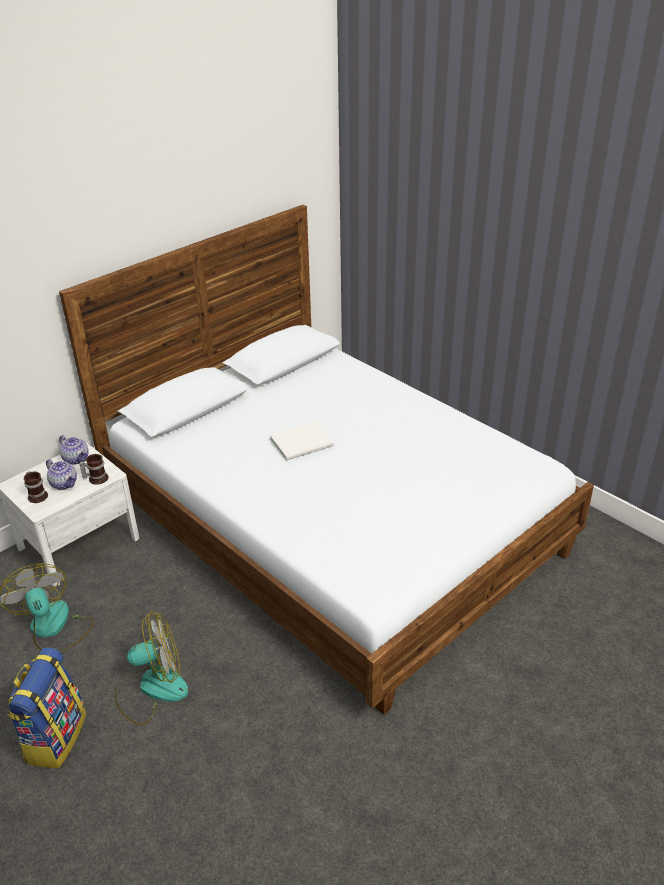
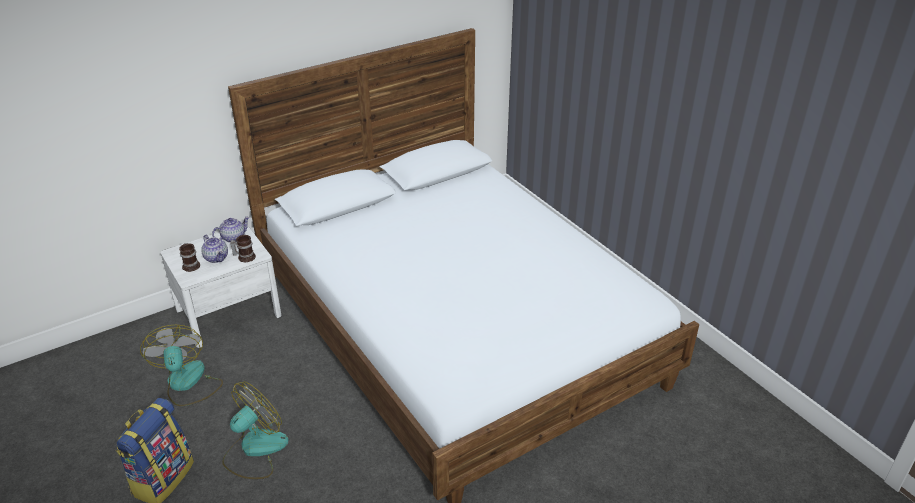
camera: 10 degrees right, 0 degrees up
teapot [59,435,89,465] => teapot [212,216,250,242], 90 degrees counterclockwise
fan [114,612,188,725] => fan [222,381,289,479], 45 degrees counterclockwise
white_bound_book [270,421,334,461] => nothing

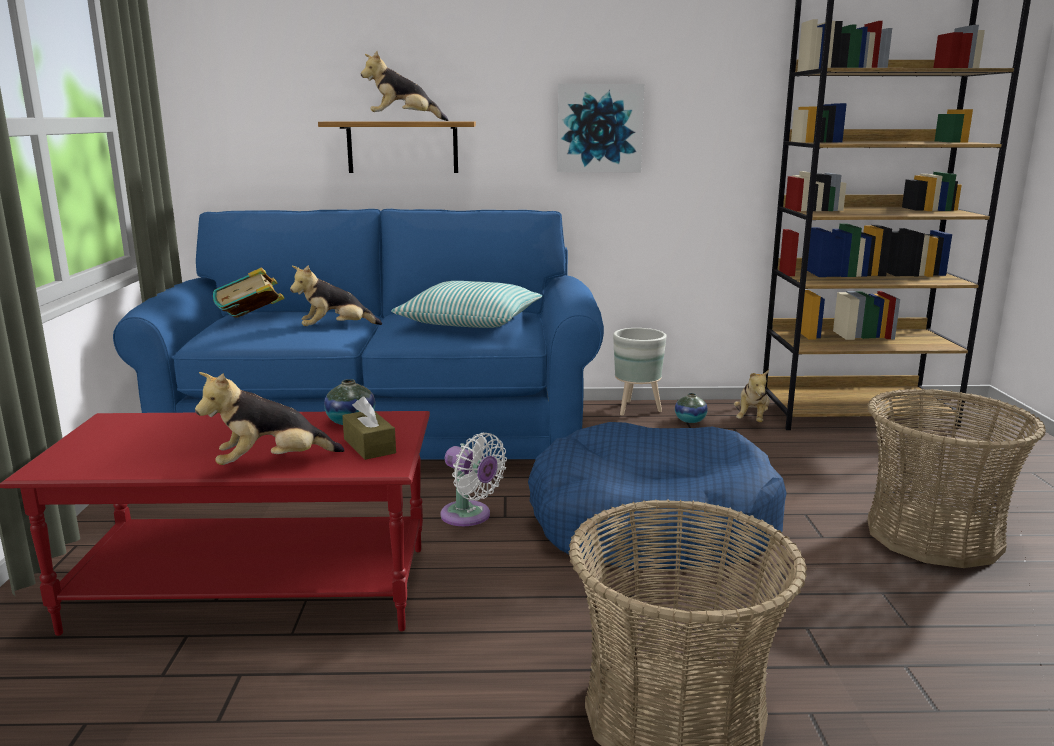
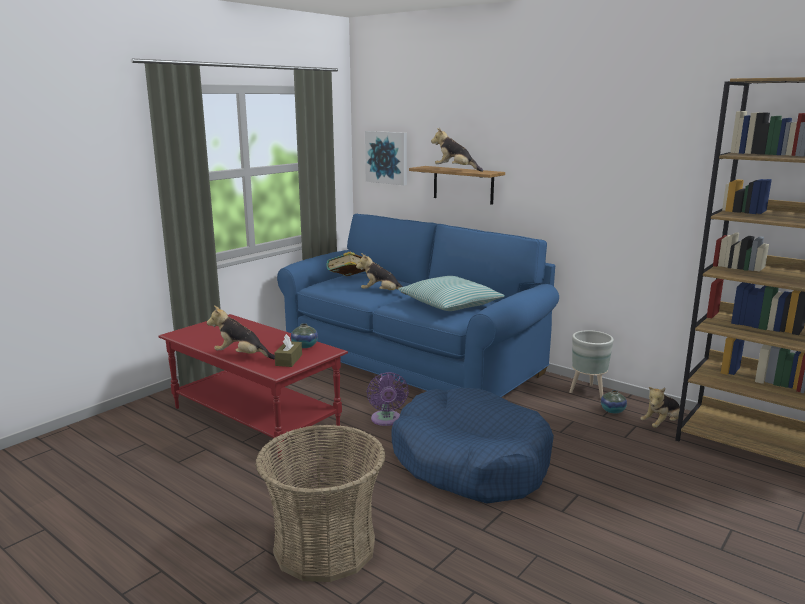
camera: 40 degrees right, 0 degrees up
wall_picture [557,84,644,172] => wall_picture [365,131,407,185], move
white_fan [440,432,507,526] => purplish_fan [367,372,409,426]
basket [867,388,1046,568] => nothing

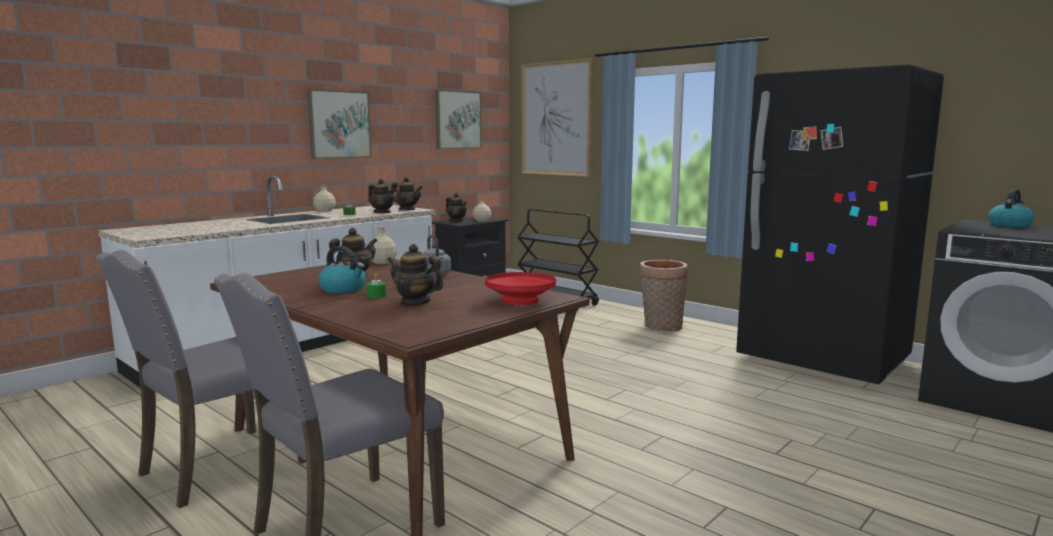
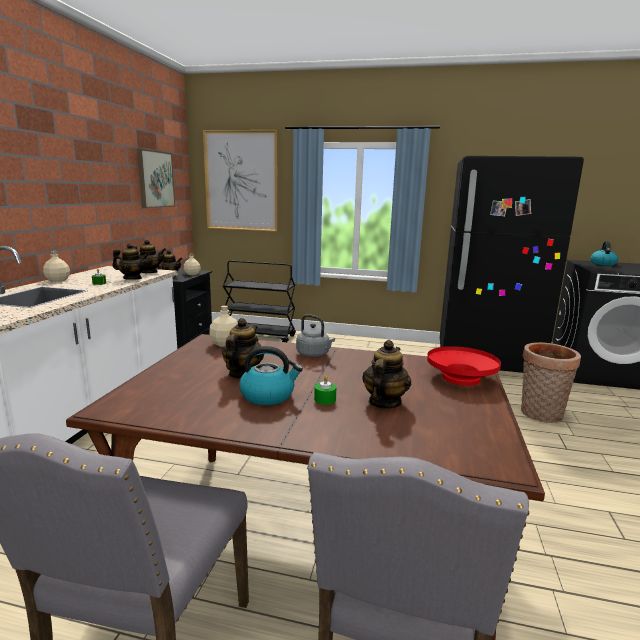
camera: 30 degrees left, 5 degrees up
teapot [387,244,444,306] => teapot [362,340,411,409], 120 degrees clockwise
basket [639,260,688,332] => basket [521,342,581,423], move
wall_picture [307,89,372,159] => nothing

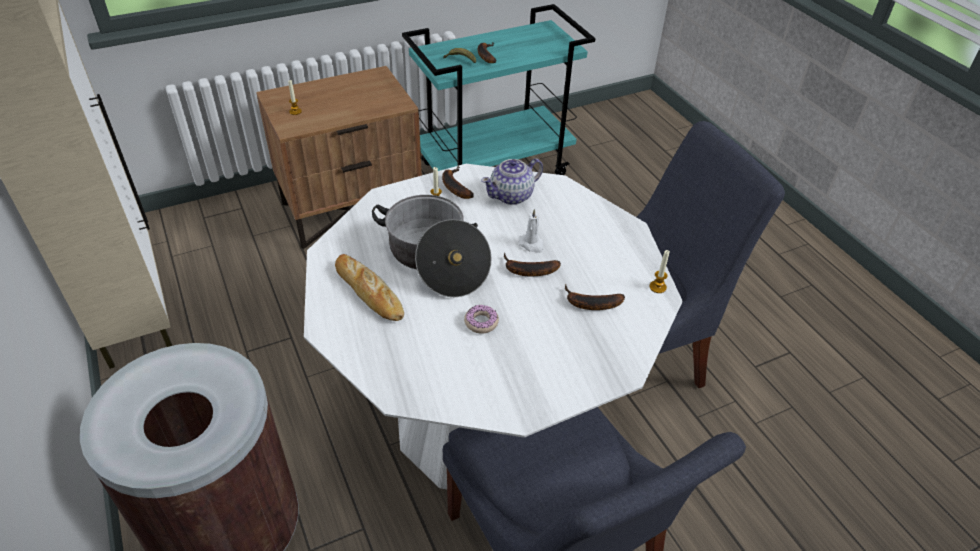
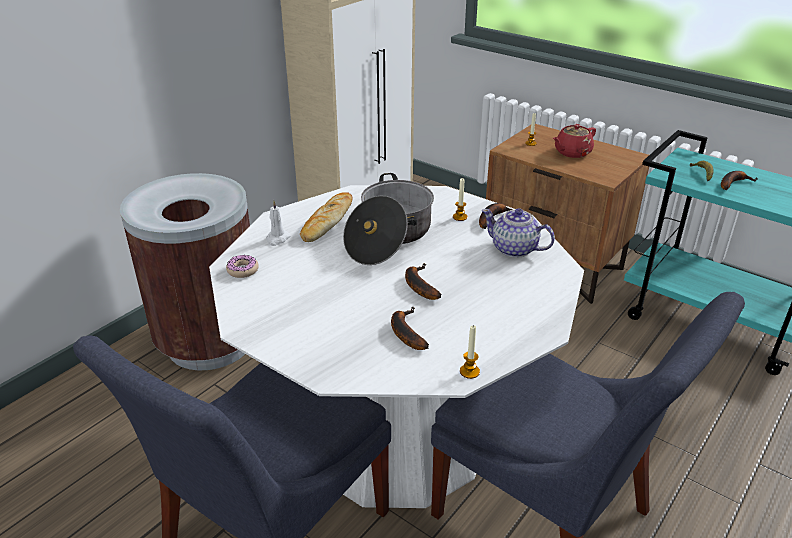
camera: 65 degrees right, 10 degrees down
doughnut [464,305,499,334] => doughnut [226,255,259,278], move
white_candle [519,209,544,253] => white_candle [266,200,290,246], move
nothing => reddish_teapot [553,124,596,158]

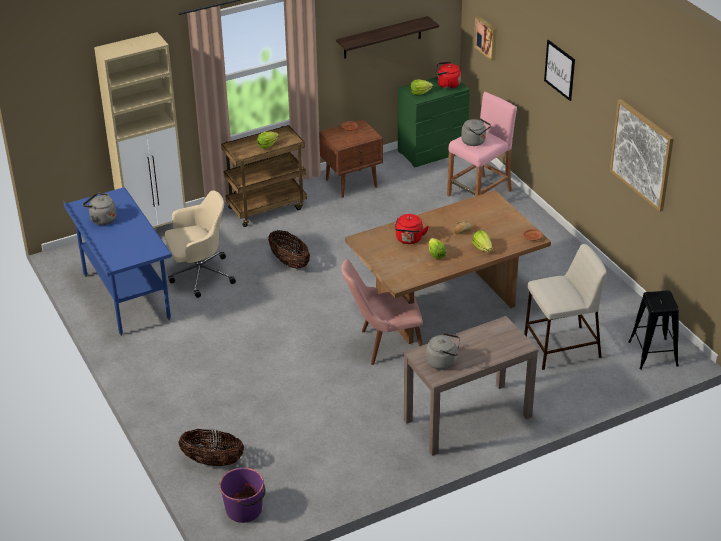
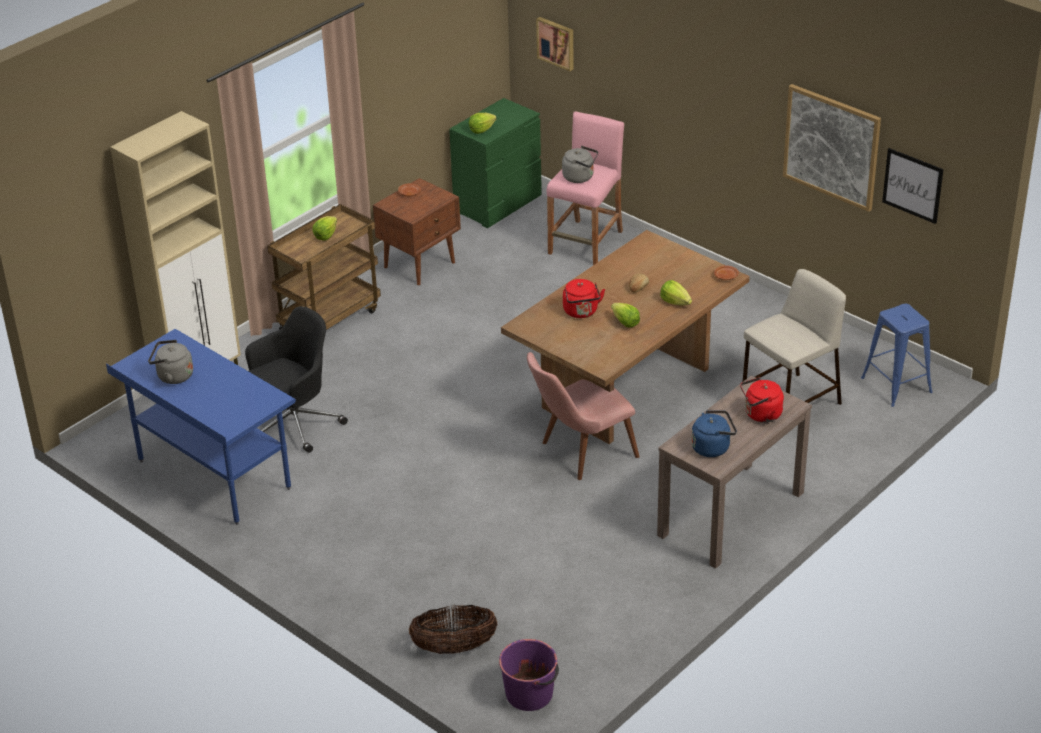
camera: 20 degrees left, 0 degrees up
sand-coloured_computer_chair [165,190,236,298] => black_computer_chair [245,306,348,453]
grey_water_kettle [426,333,460,370] => bluish_water_kettle [691,410,737,457]
reddish_water_kettle [436,61,461,89] => reddish_water_kettle [740,377,784,423], move
black_stool_seat [628,290,679,370] => bluish_stool_seat [861,304,932,407]
wall_picture [544,40,575,101] => wall_picture [882,148,944,224], move
basket [268,230,310,269] => nothing
wall_shelf [336,16,439,59] => nothing

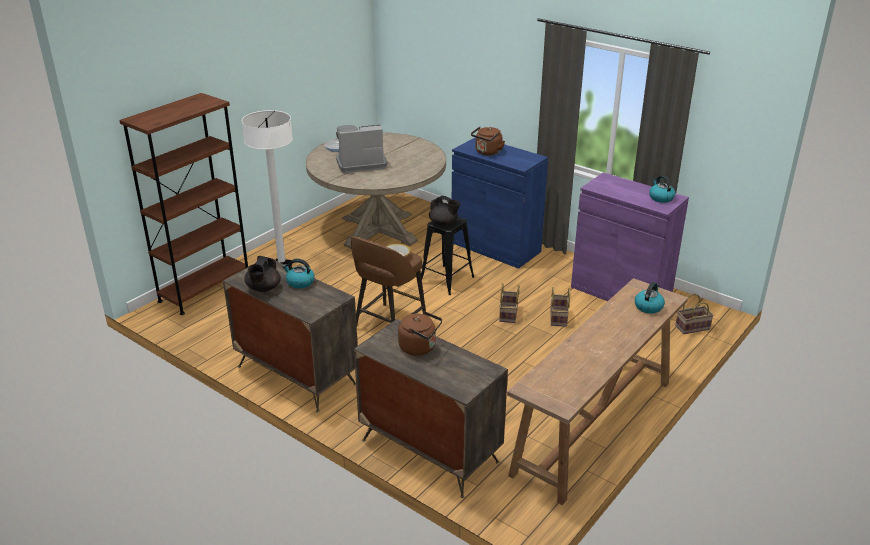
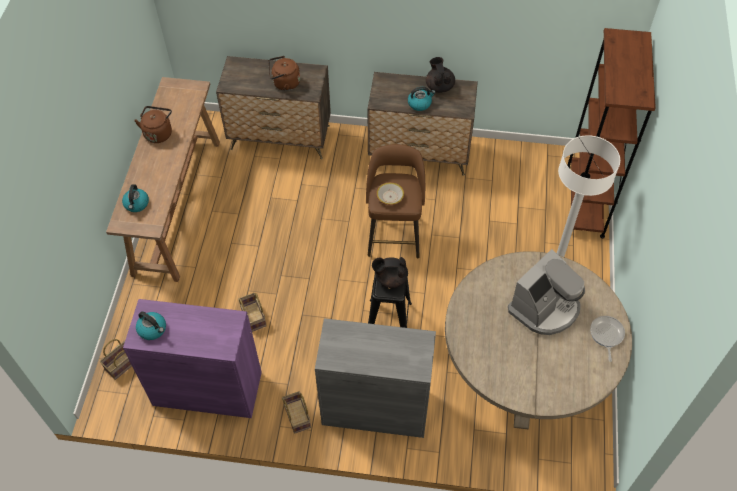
camera: 150 degrees right, 25 degrees up
brown_water_kettle [471,126,505,156] => brown_water_kettle [134,106,172,143], move
basket [499,283,519,323] => basket [282,391,311,434], move
bluish_storage_cabinet [452,137,548,269] => grey_storage_cabinet [315,318,436,438]

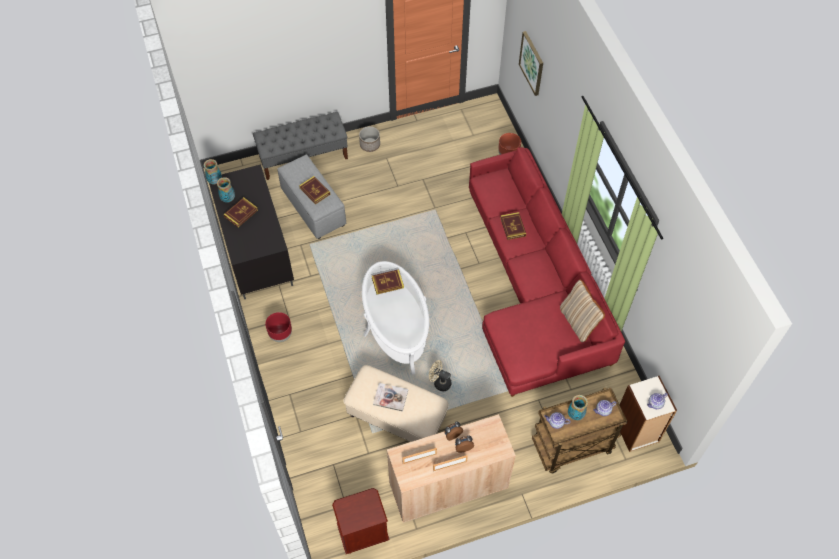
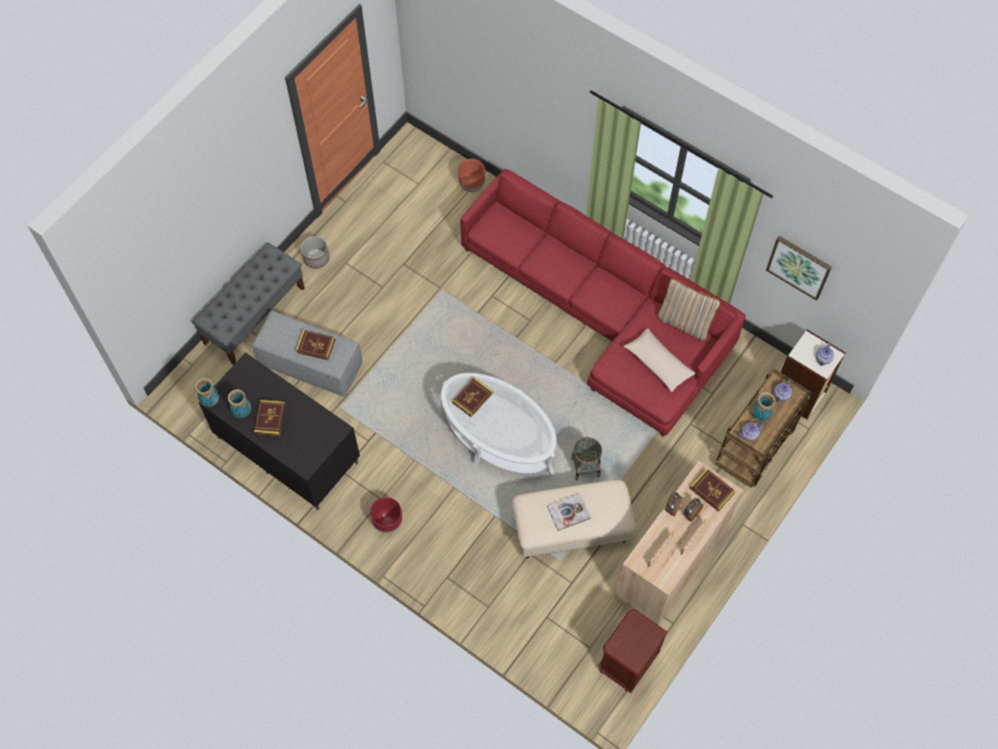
camera: 35 degrees left, 5 degrees up
sand-coloured_fan [429,360,451,391] => basket [571,437,602,481]
nothing => sand-coloured_pillow [624,328,696,392]
bound_book [500,212,526,240] => bound_book [690,468,735,512], move
wall_picture [519,31,543,96] => wall_picture [766,236,832,301], move

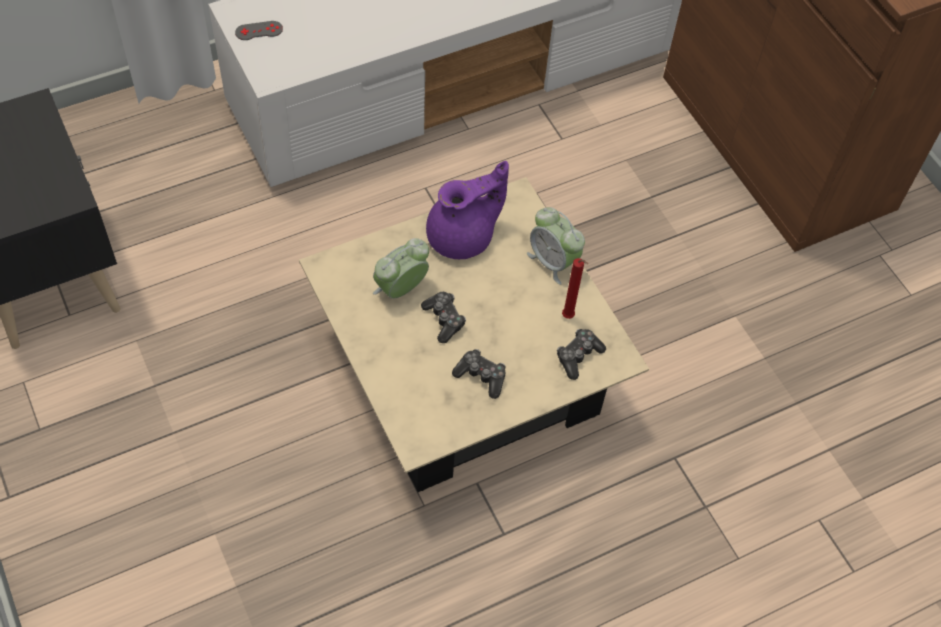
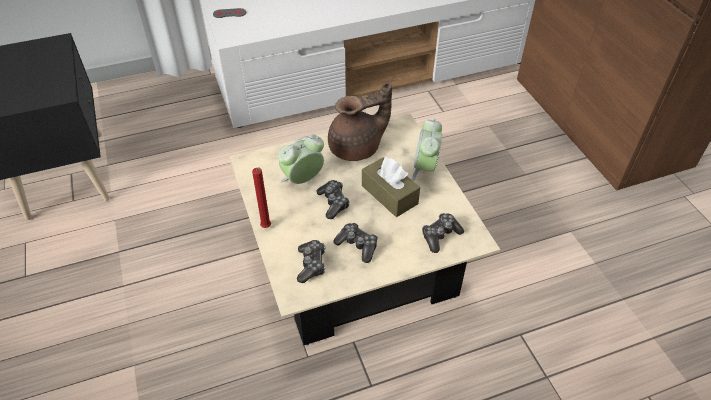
camera: 10 degrees right, 10 degrees down
reddish_candle [562,258,588,319] => reddish_candle [252,167,271,228], move
nothing => game_controller [297,240,326,283]
purplish_teapot [426,161,509,259] => brown_teapot [328,81,392,161]
nothing => brown_box_of_tissues [362,157,420,217]
table_clock [527,207,585,285] => table_clock [412,119,442,181], 45 degrees clockwise

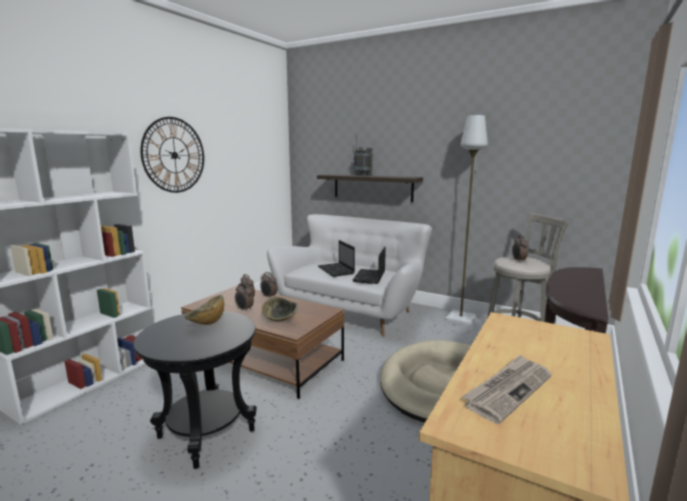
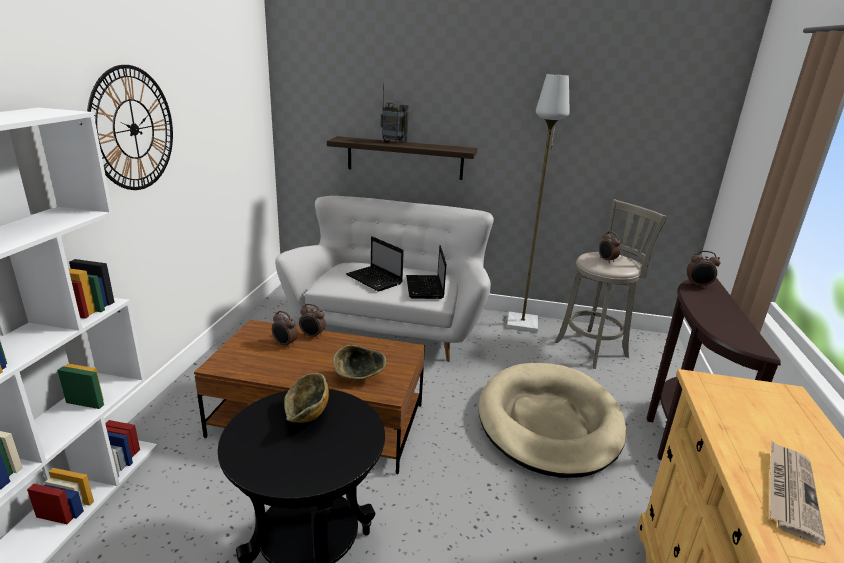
camera: 20 degrees left, 10 degrees up
table_clock [235,283,254,312] => table_clock [687,251,720,288], move

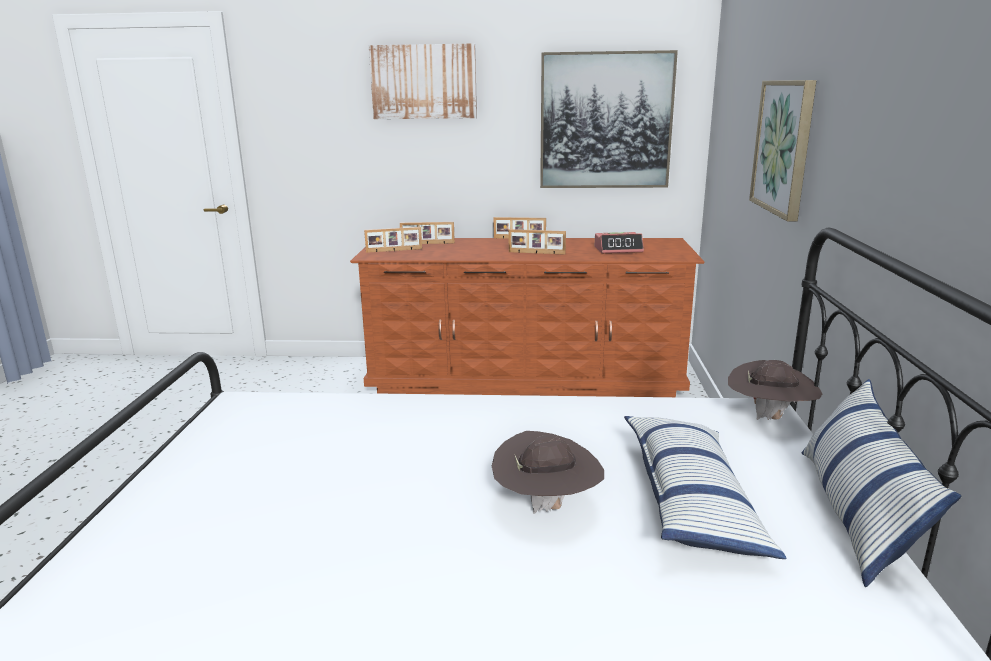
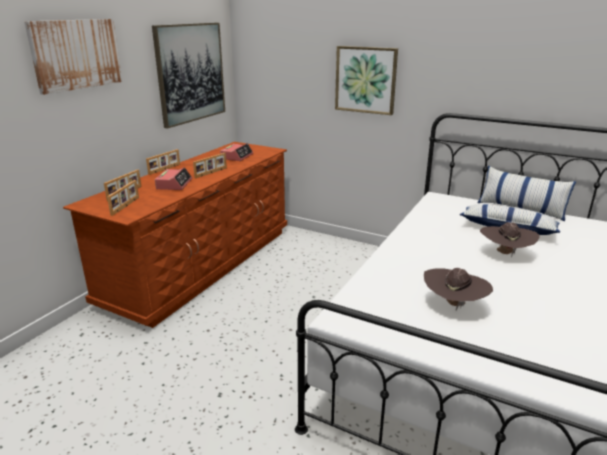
camera: 65 degrees left, 5 degrees up
nothing => table_clock [155,167,192,190]
brown_hat [728,360,822,420] => brown_hat [424,268,493,311], move

